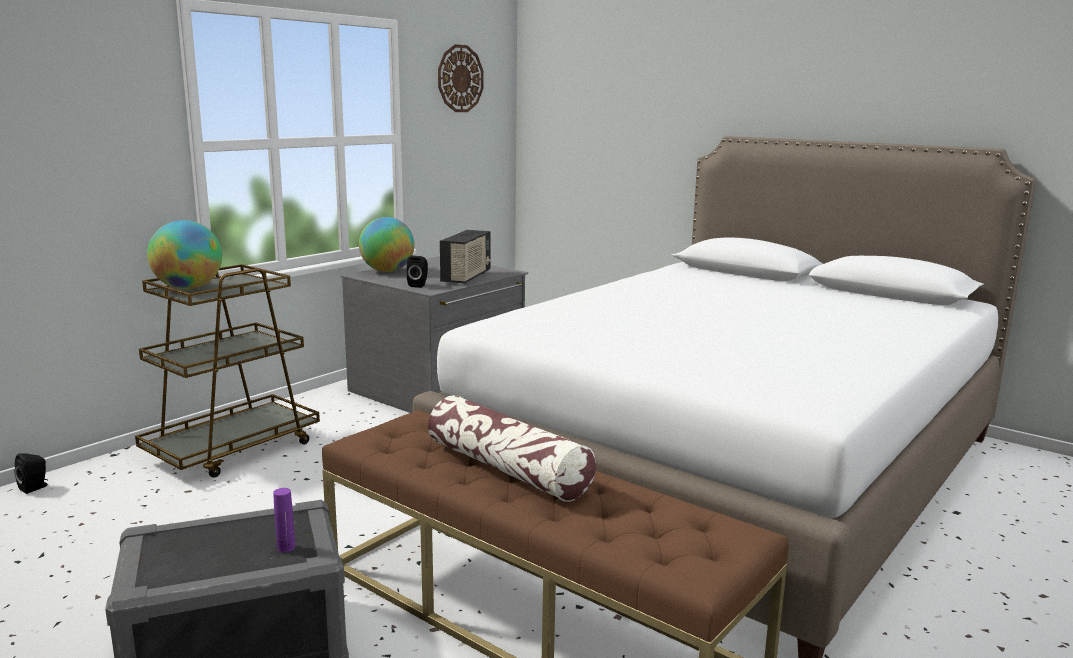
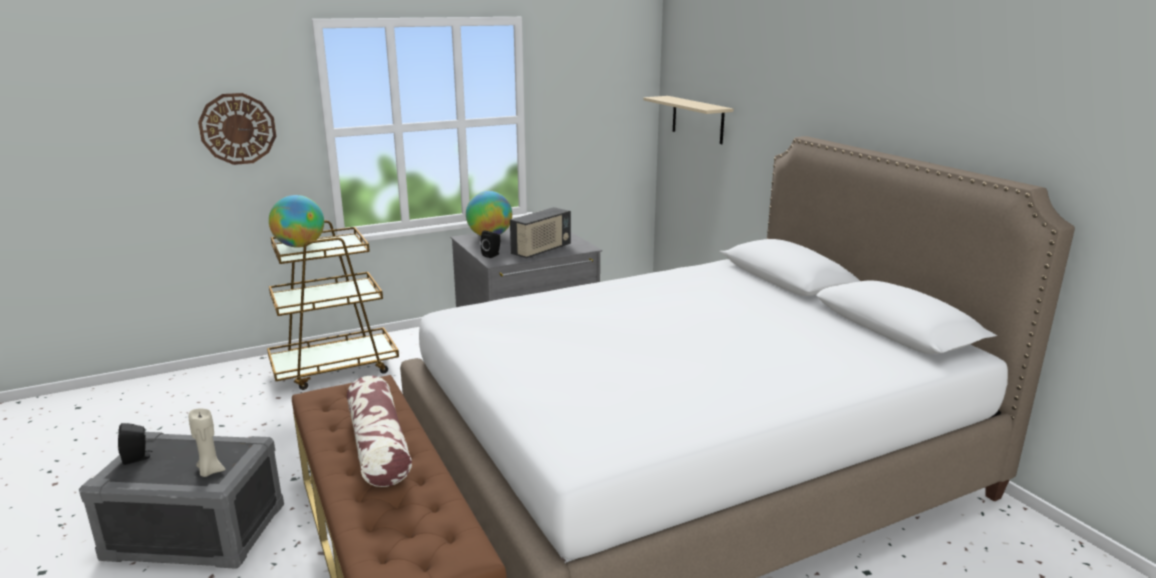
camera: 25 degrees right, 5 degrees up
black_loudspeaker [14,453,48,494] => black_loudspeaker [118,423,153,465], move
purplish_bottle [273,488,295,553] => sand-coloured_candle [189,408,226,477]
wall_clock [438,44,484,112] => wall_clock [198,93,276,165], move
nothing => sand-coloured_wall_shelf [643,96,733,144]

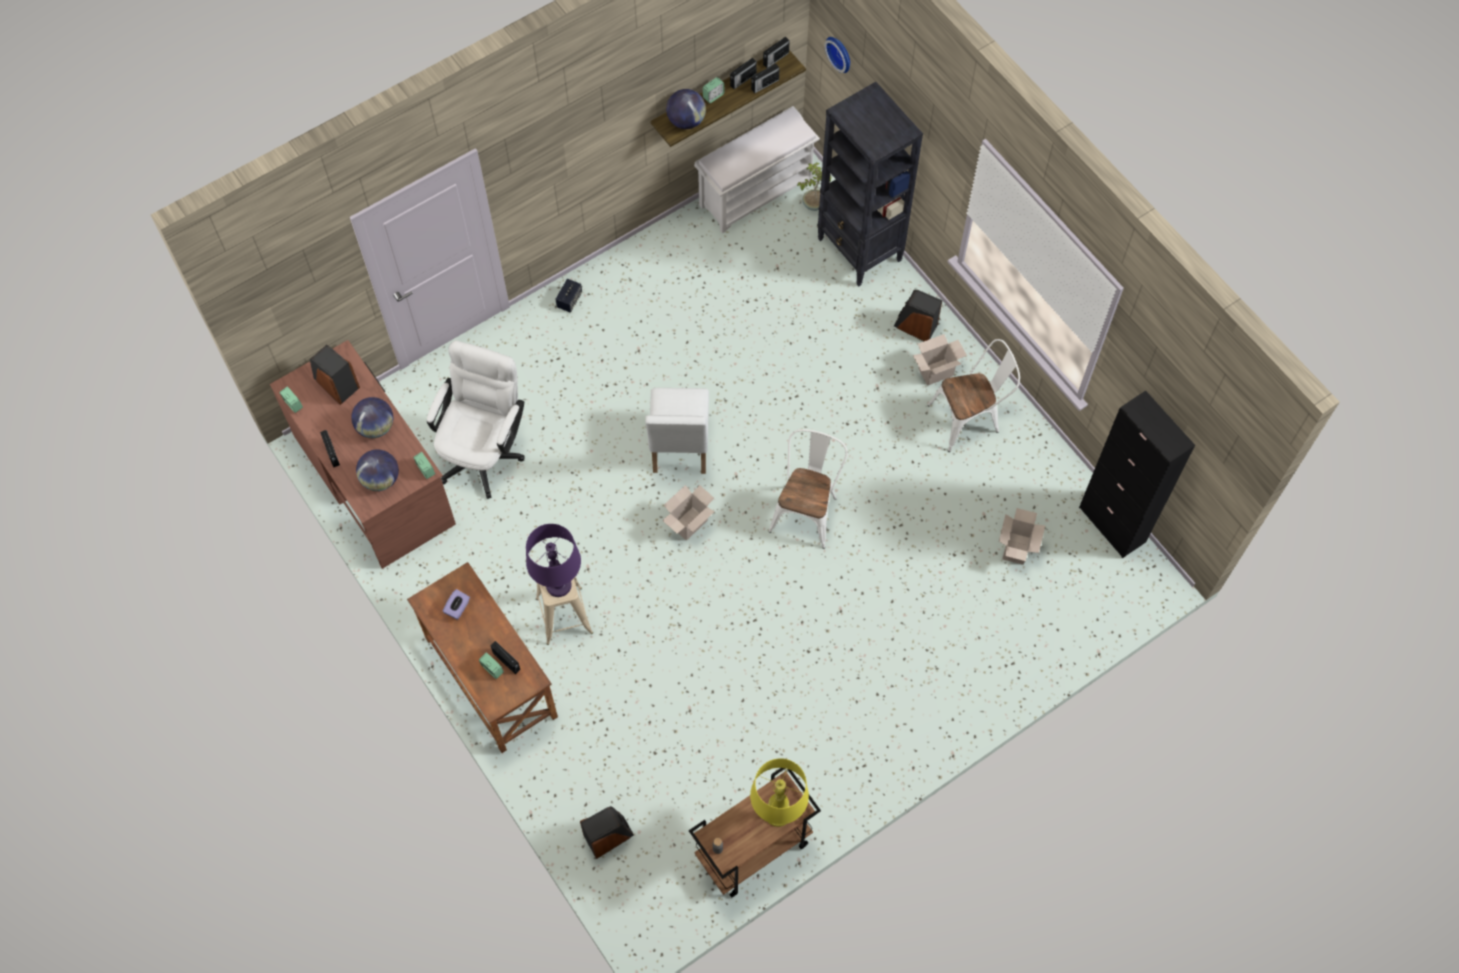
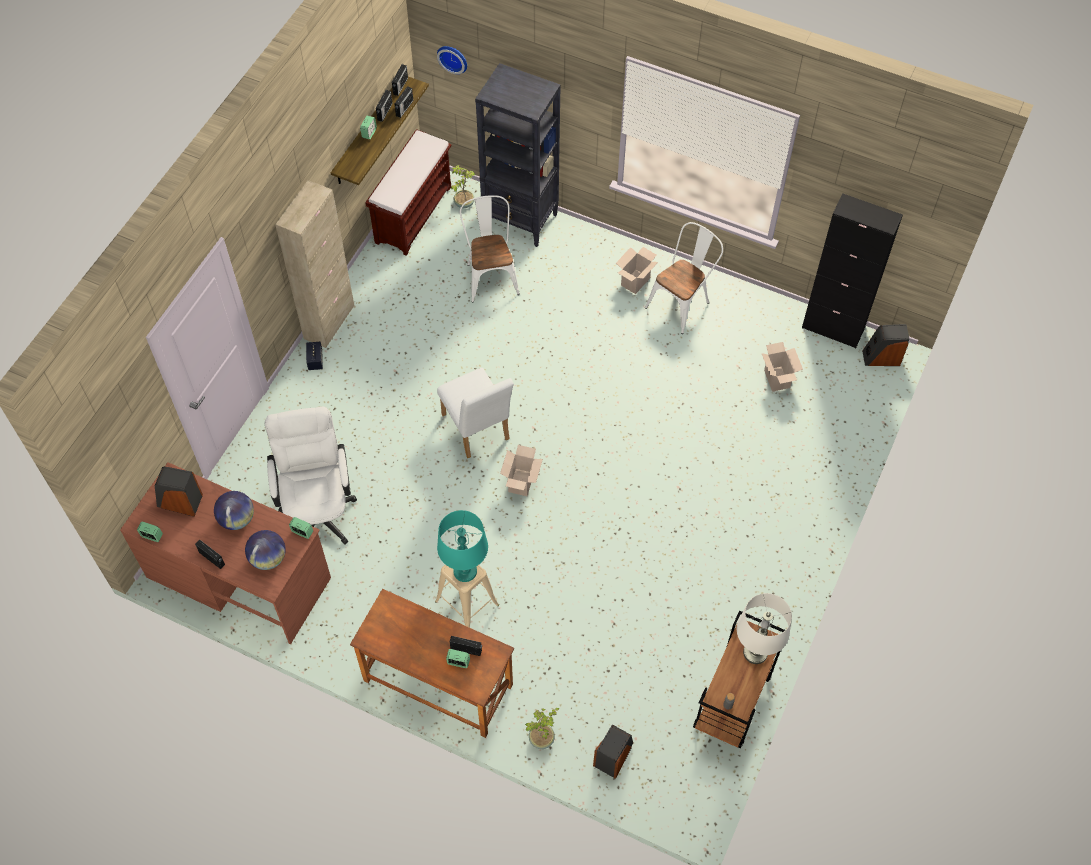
camera: 30 degrees left, 5 degrees down
nothing => sand-coloured_storage_cabinet [275,180,354,348]
white_bench [694,106,820,233] => brown_bench [365,129,452,256]
purplish_lamp_for_a_table [526,524,581,597] => blue-green_lamp_for_a_table [437,510,488,582]
white_plain_chair [769,429,848,549] => white_plain_chair [460,195,520,303], move
nothing => potted_plant [525,708,559,749]
yellow_lamp_for_a_table [750,758,809,827] => white_lamp_for_a_table [737,593,792,664]
loudspeaker [894,290,942,341] => loudspeaker [862,324,910,366], move
purplish_box_of_tissues [443,589,470,620] => nothing
globe [666,89,706,129] => nothing

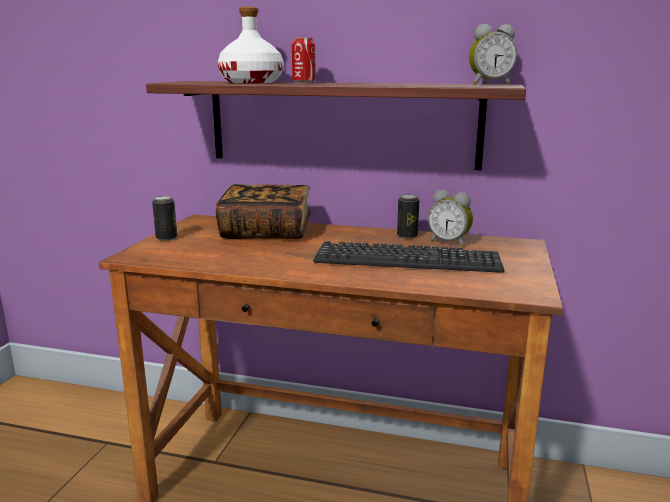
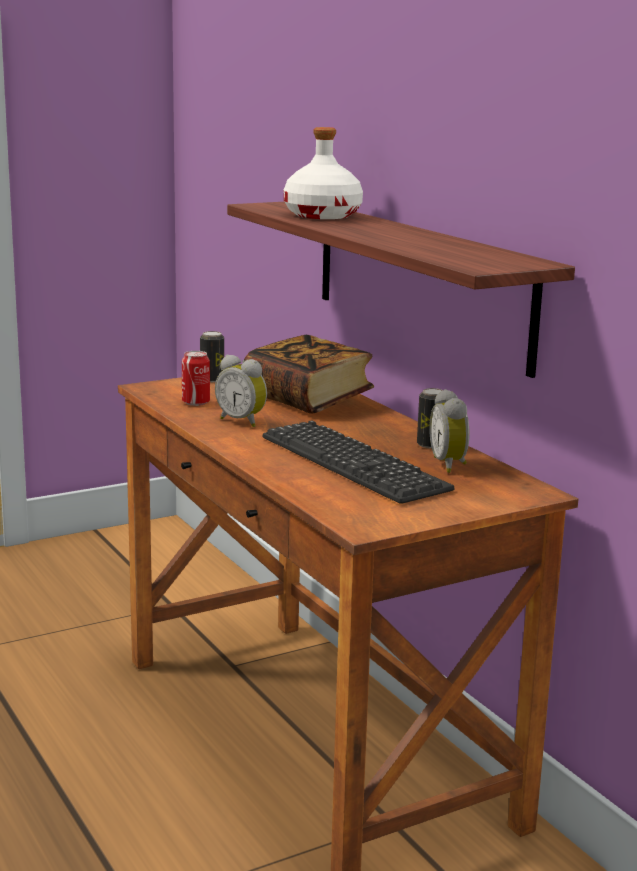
camera: 45 degrees right, 0 degrees up
metal_can [292,38,316,83] => metal_can [182,351,210,406], move
table_clock [469,24,517,85] => table_clock [215,354,267,427], move

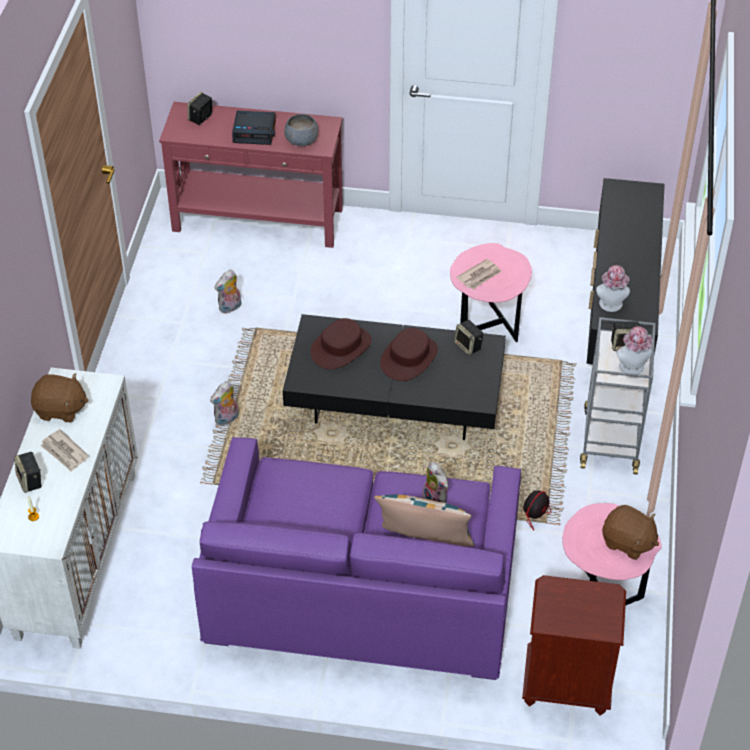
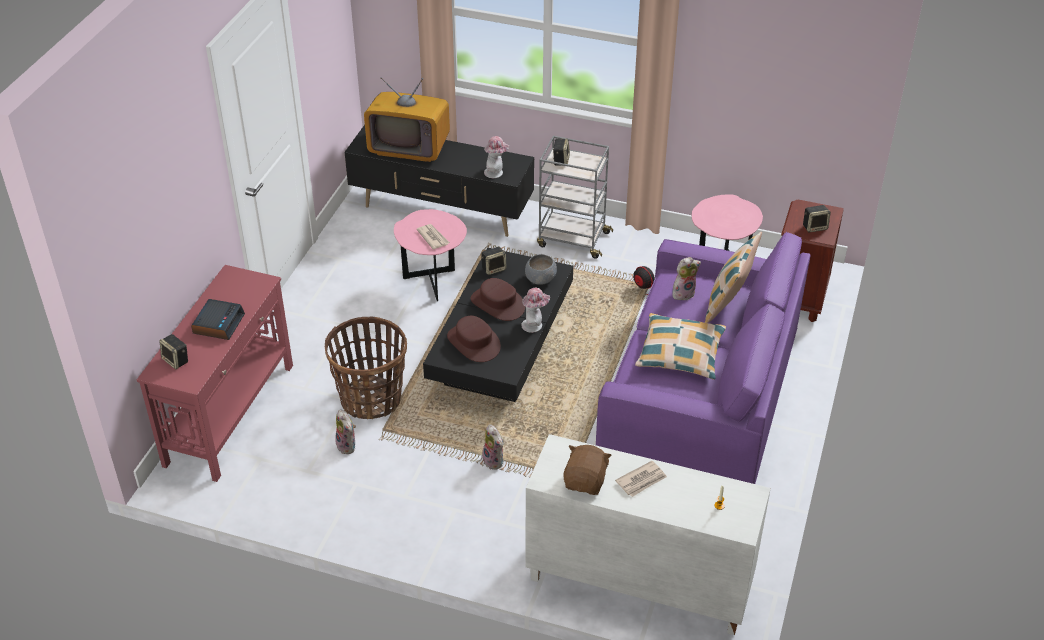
camera: 80 degrees left, 5 degrees down
nothing => basket [325,317,407,419]
nothing => TV [364,77,450,162]
hat [616,326,653,374] => hat [521,288,550,333], move
grey_bowl [284,114,318,146] => grey_bowl [525,254,557,285], move
nothing => pillow [635,313,726,380]
loudspeaker [14,452,42,493] => loudspeaker [803,205,831,233], move
brown_plush_toy [602,505,659,560] => nothing

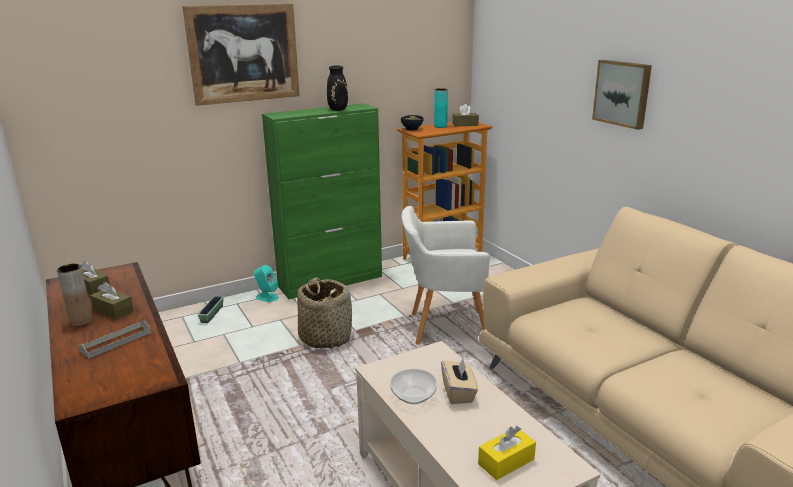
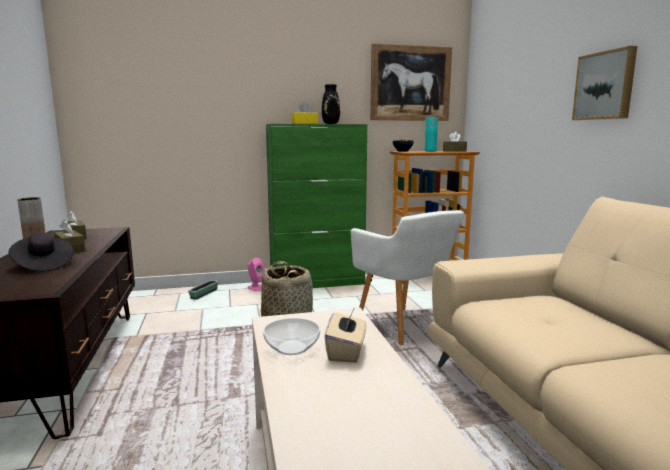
camera: 15 degrees right, 10 degrees down
grey_carrying_tray [78,320,151,359] => black_hat [9,233,74,271]
blue-green_loudspeaker [254,265,279,302] => pink-coloured_loudspeaker [247,258,265,291]
yellow_box_of_tissues [478,426,536,480] => yellow_box_of_tissues [292,102,318,124], move
white_easy_chair [402,206,490,345] => white_easy_chair [351,210,464,345], 135 degrees counterclockwise
wall_picture [182,3,300,106] => wall_picture [370,43,452,121], move

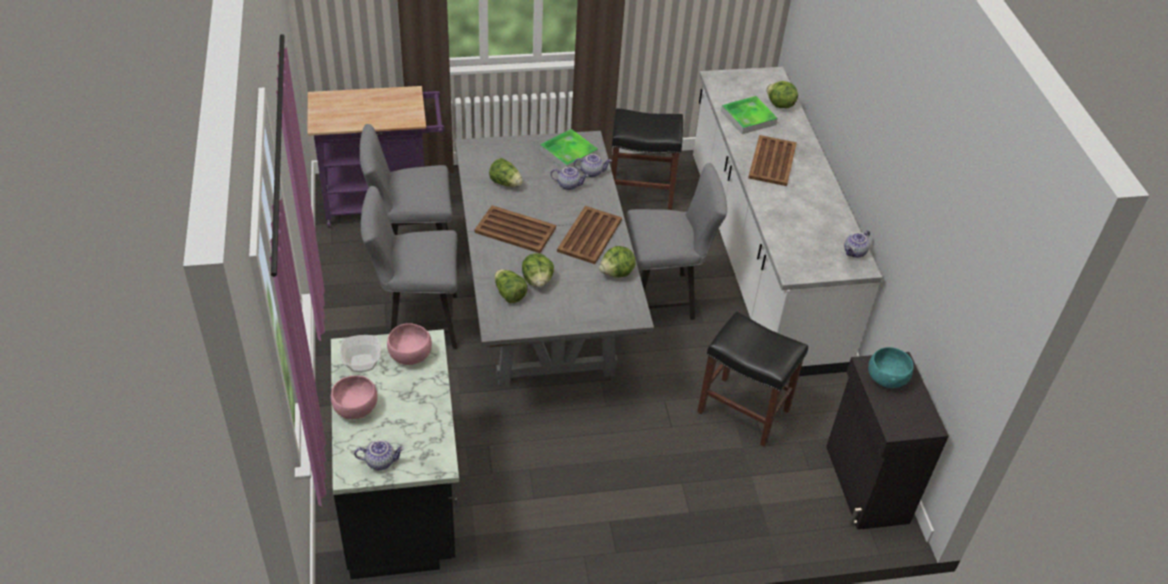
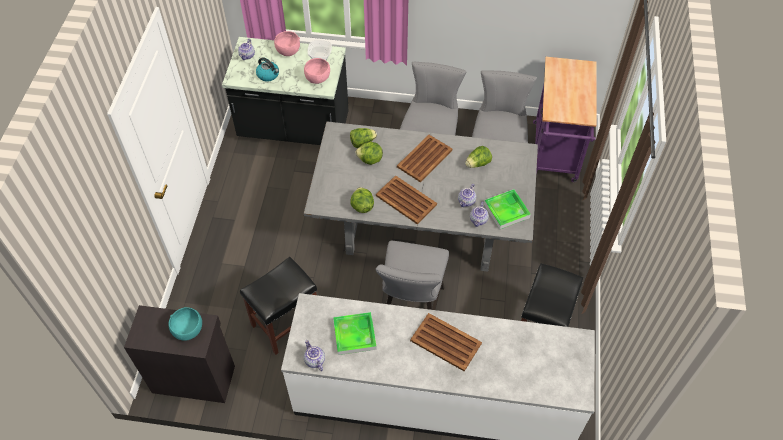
camera: 110 degrees right, 10 degrees up
nothing => water_kettle [256,57,279,82]
carrying_tray [721,96,778,134] => carrying_tray [333,312,377,355], move
head_of_lettuce [766,81,798,108] => nothing

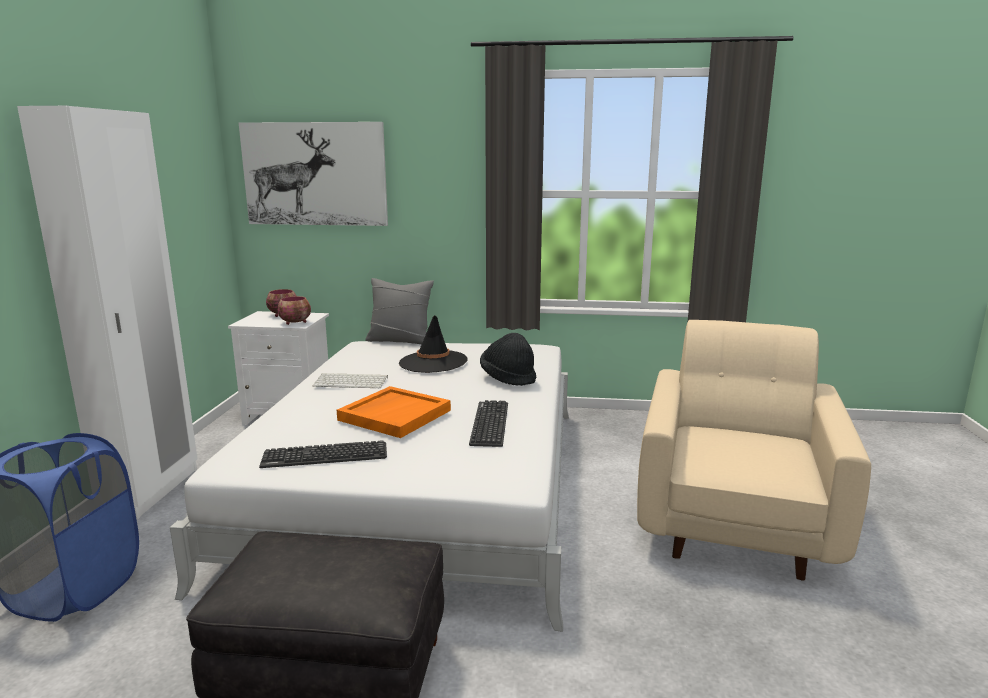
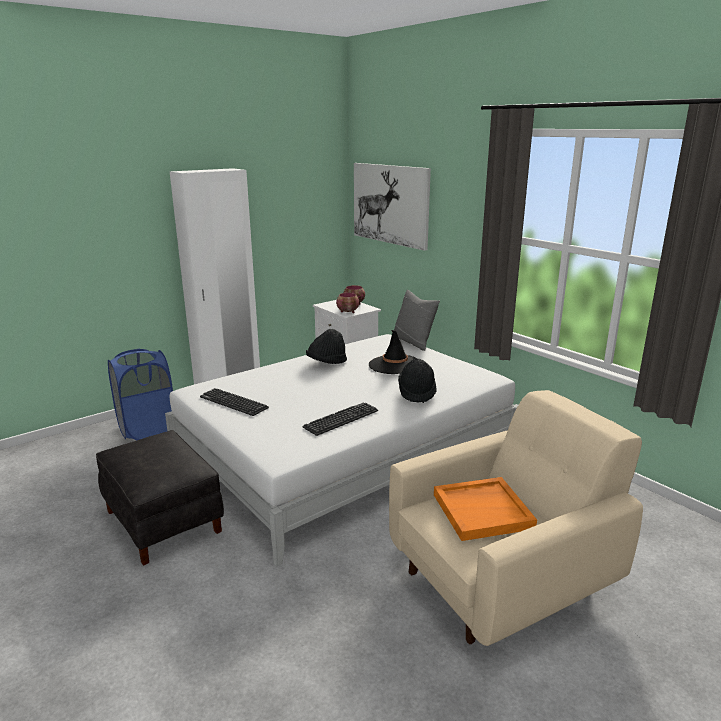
camera: 45 degrees right, 5 degrees up
PC_keyboard [313,373,388,388] => black_hat [306,329,347,364]
orange_carrying_tray [337,386,451,438] => orange_carrying_tray [434,477,537,541], move

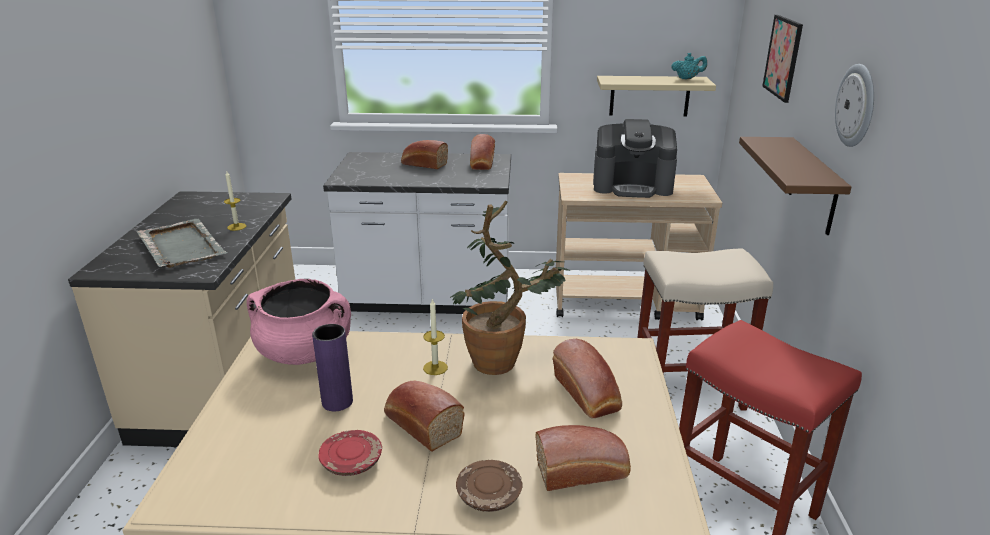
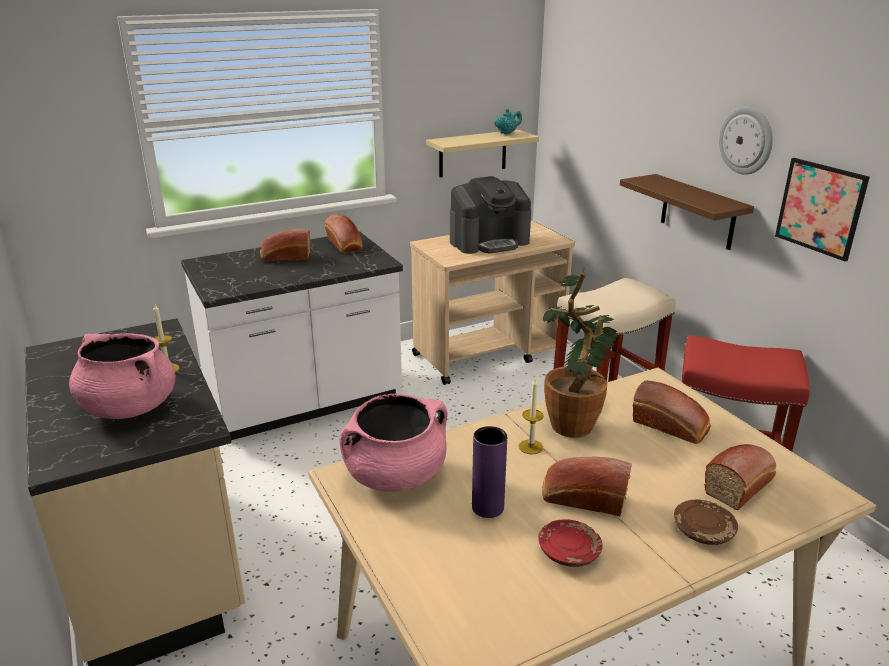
camera: 30 degrees left, 0 degrees up
grey_carrying_tray [136,218,228,268] => pink-coloured_cooking_pot [69,333,175,419]
wall_picture [762,15,803,103] => wall_picture [775,158,870,261], move

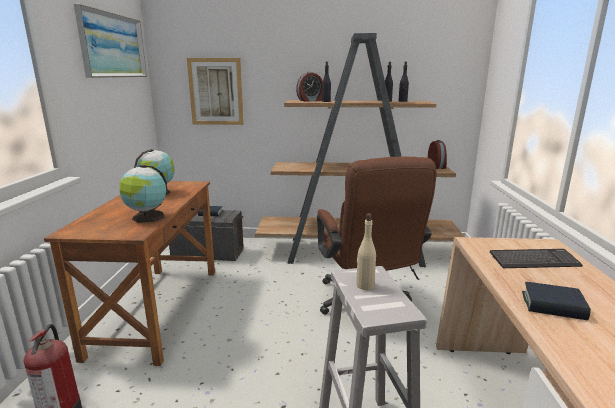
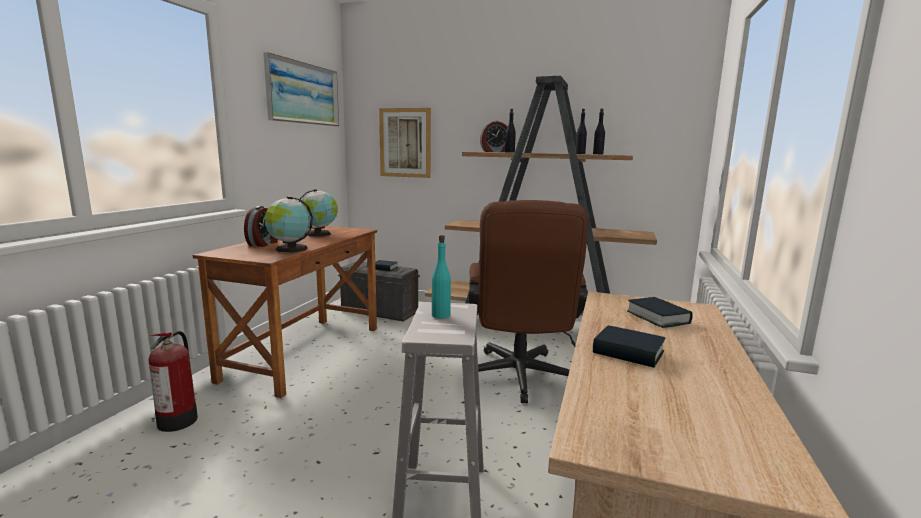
camera: 15 degrees right, 5 degrees down
table_clock [428,140,447,169] => table_clock [244,206,278,247], move
sand-coloured_bottle [356,213,376,290] => blue-green_bottle [432,235,451,319]
PC_keyboard [490,249,583,268] => bound_book [627,297,693,328]

